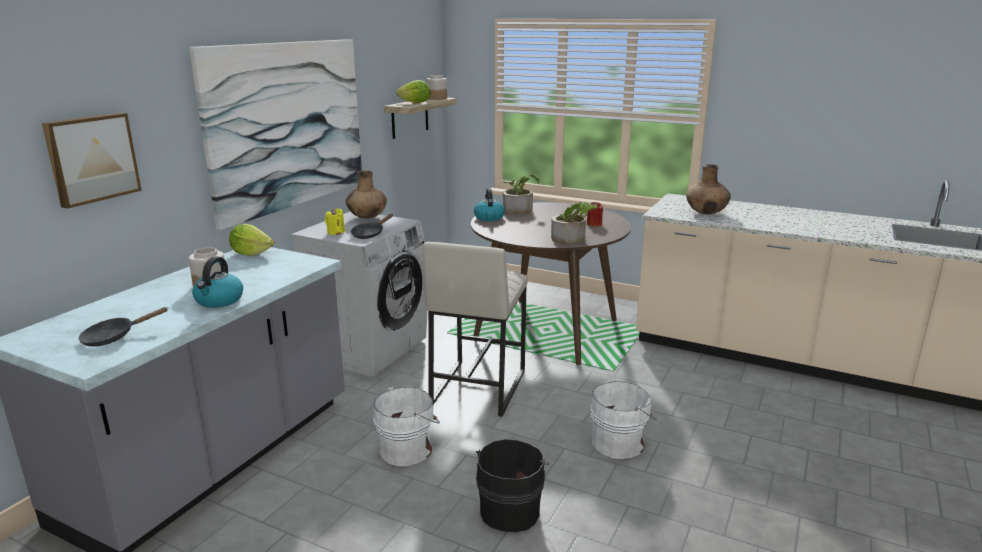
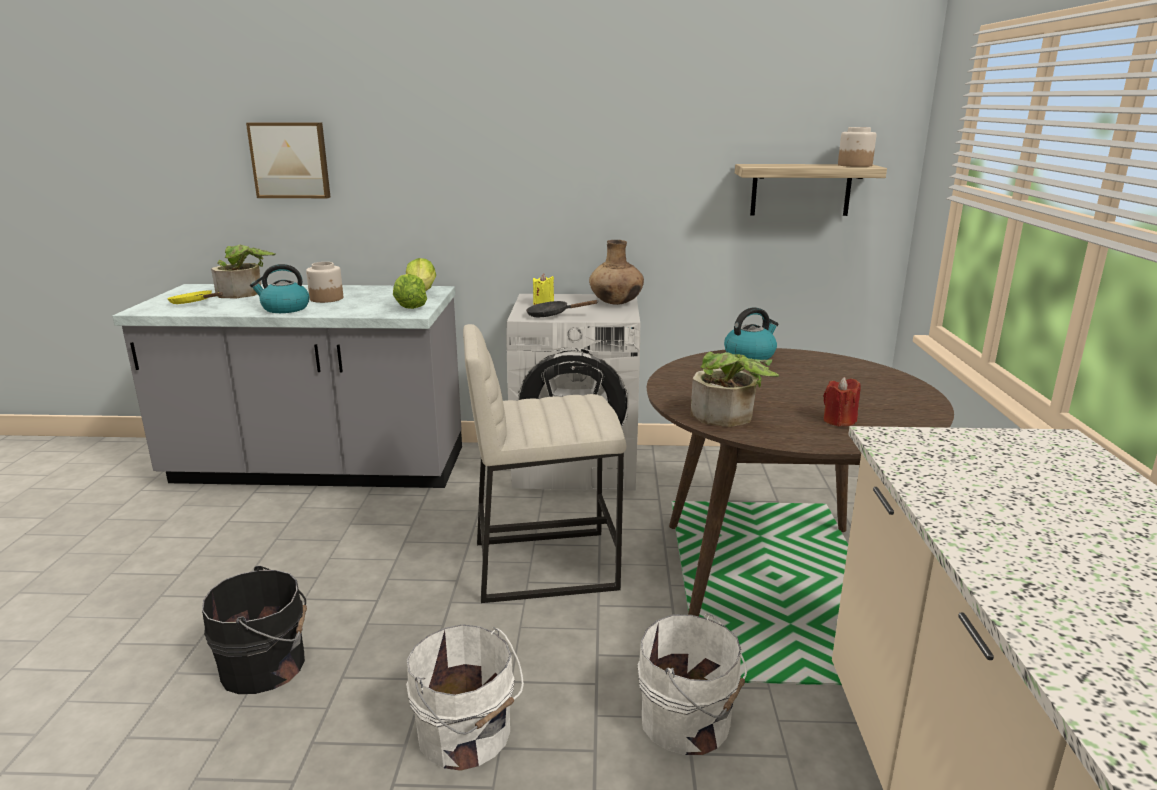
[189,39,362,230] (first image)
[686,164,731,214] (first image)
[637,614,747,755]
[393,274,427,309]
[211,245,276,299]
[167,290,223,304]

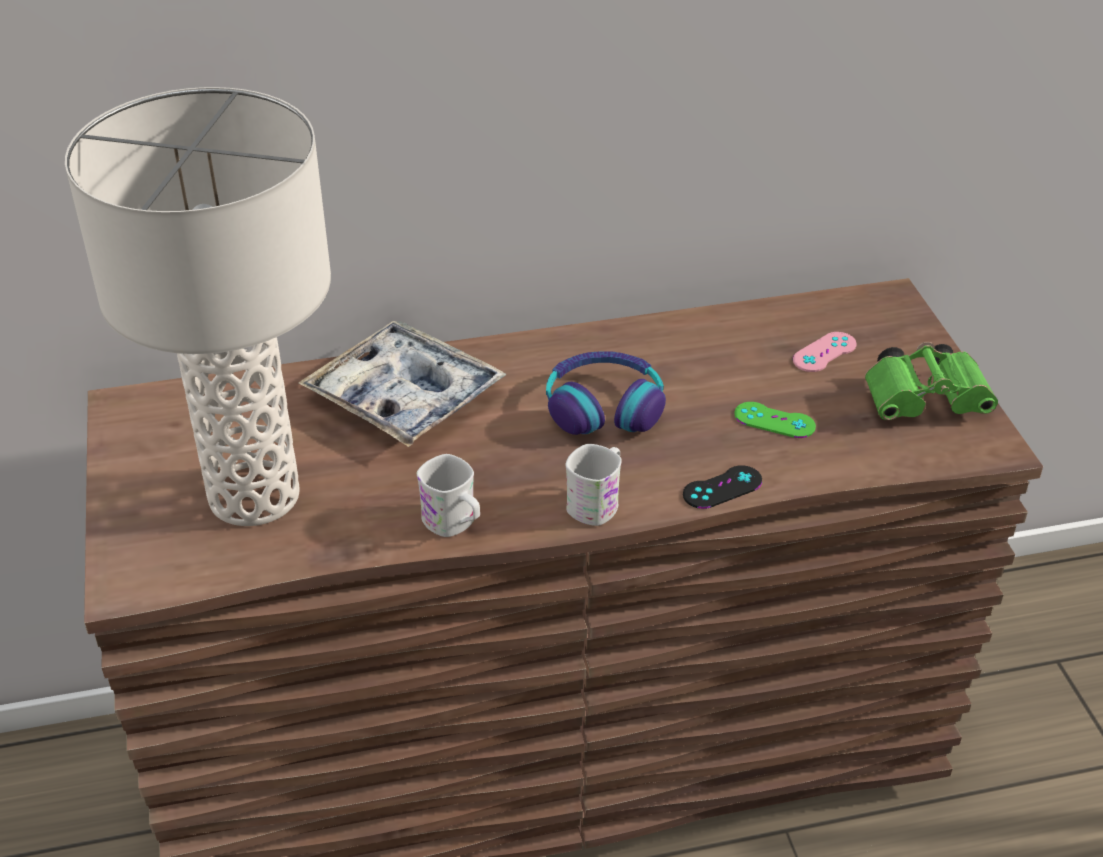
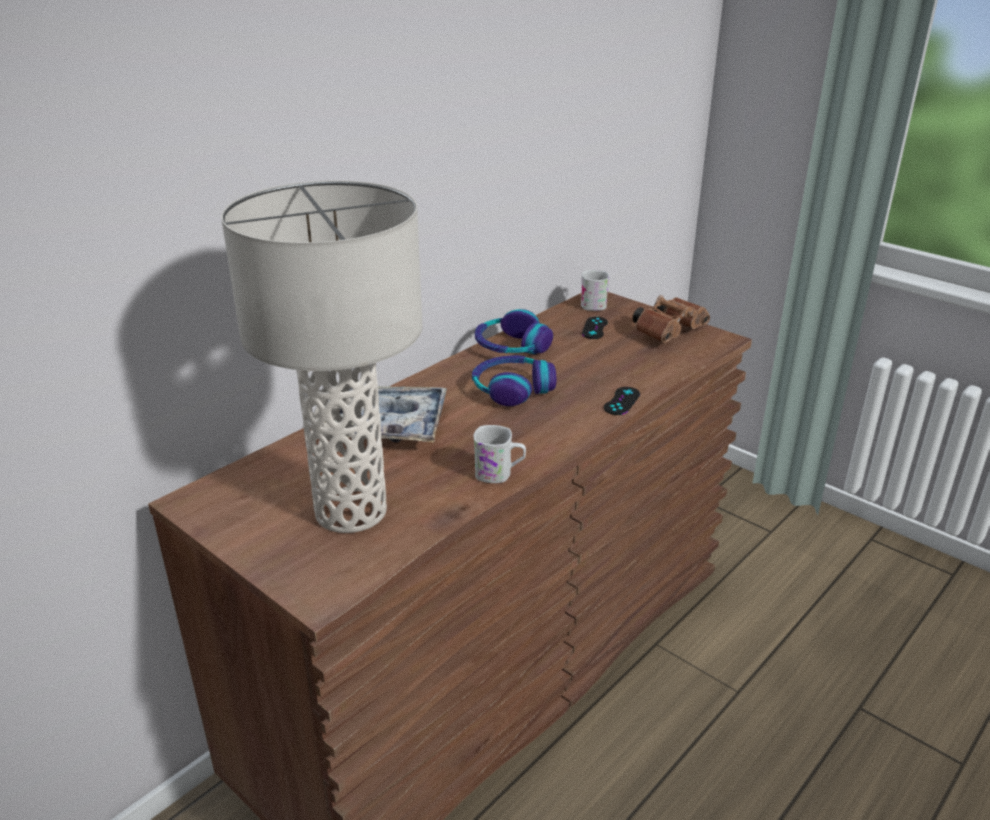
[734,402,816,438] (first image)
[475,309,553,354]
[581,270,609,311]
[582,317,608,339]
[633,295,710,343]

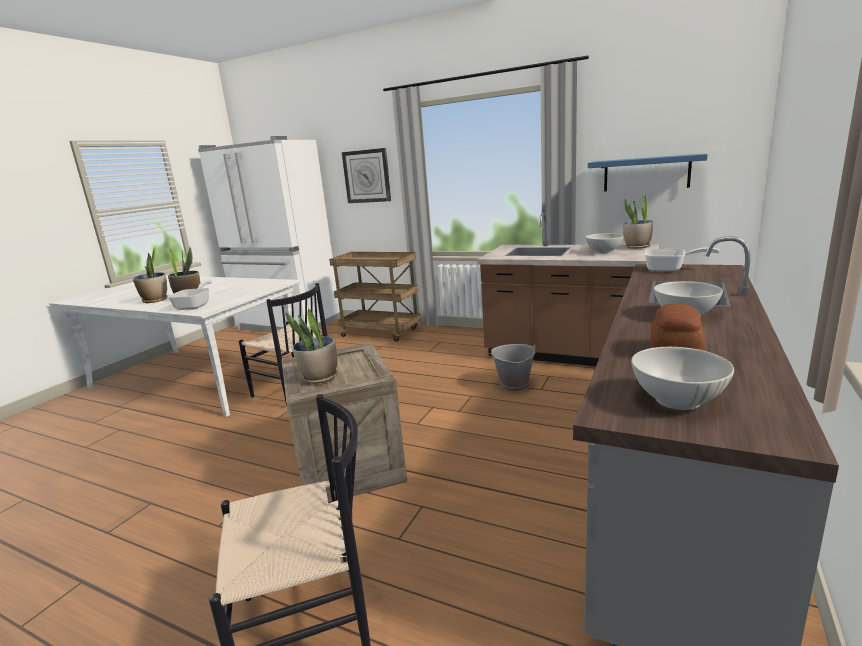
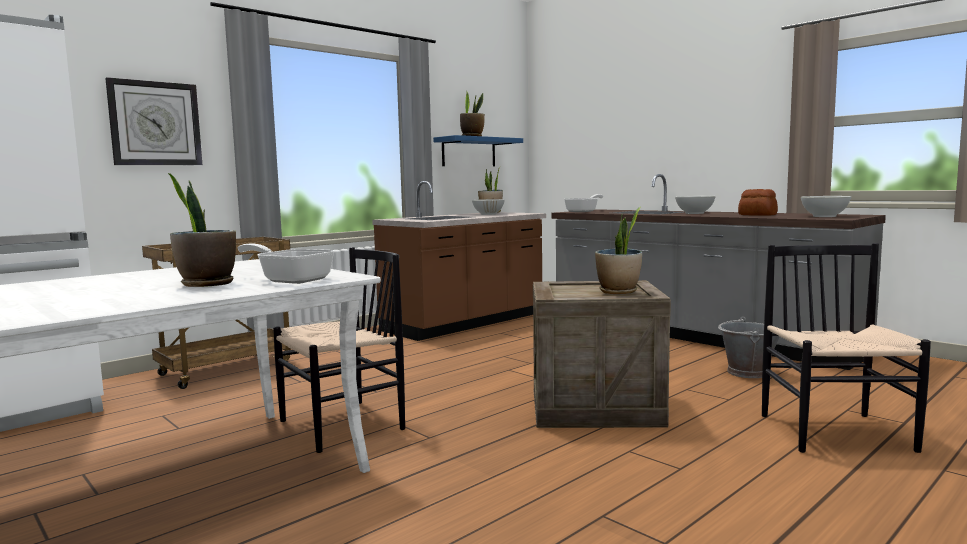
[460,92,485,136]
[718,316,780,378]

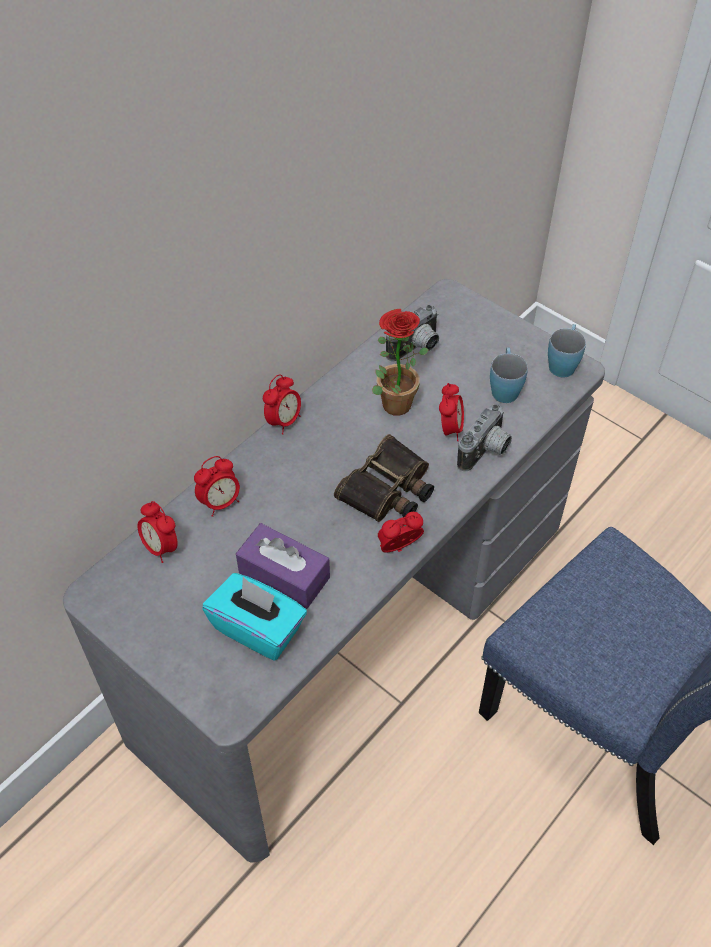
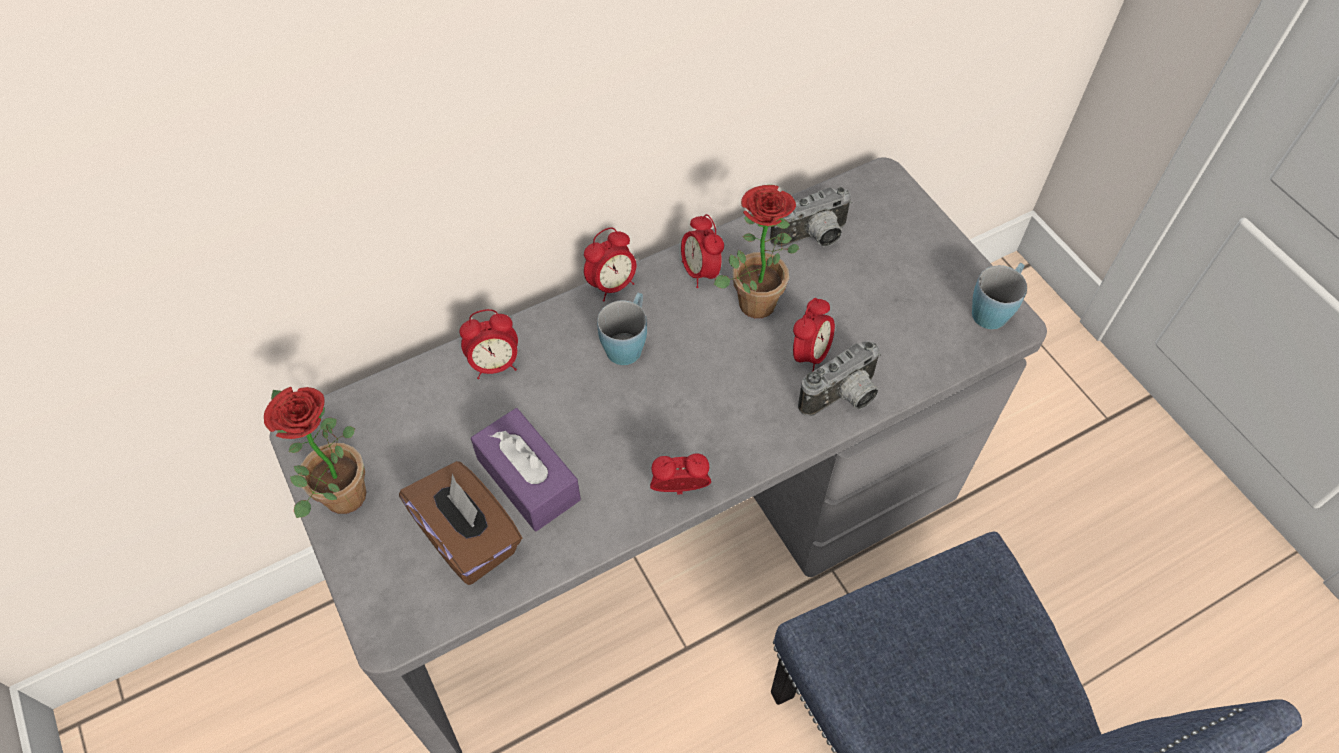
[334,434,434,522] (first image)
[264,387,366,518]
[681,214,724,288]
[597,293,647,365]
[399,461,522,585]

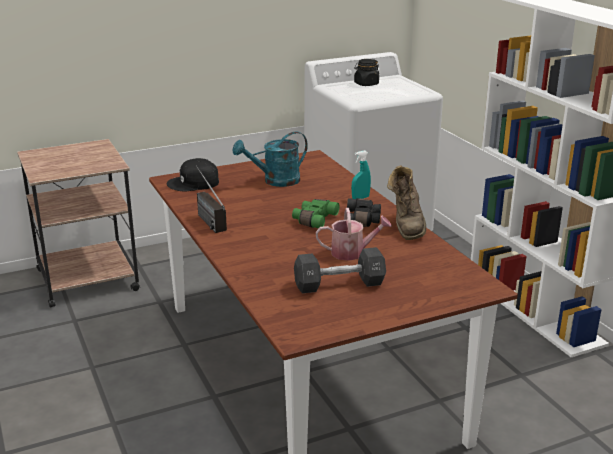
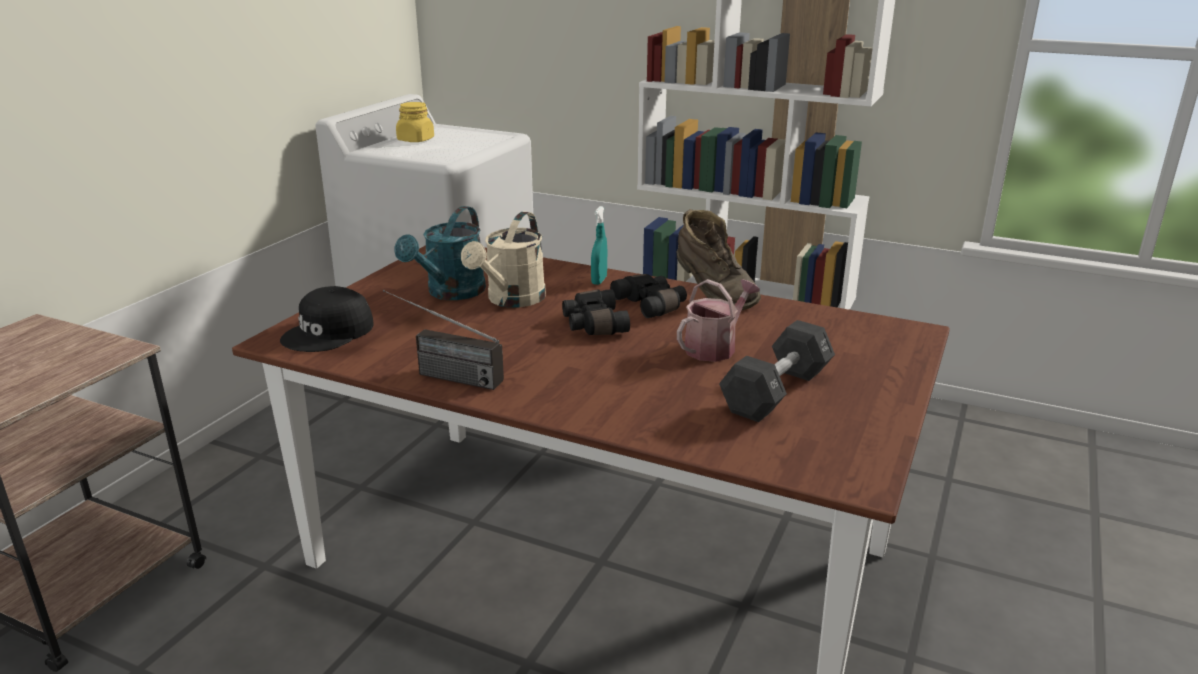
[461,211,546,307]
[562,289,630,335]
[396,102,434,142]

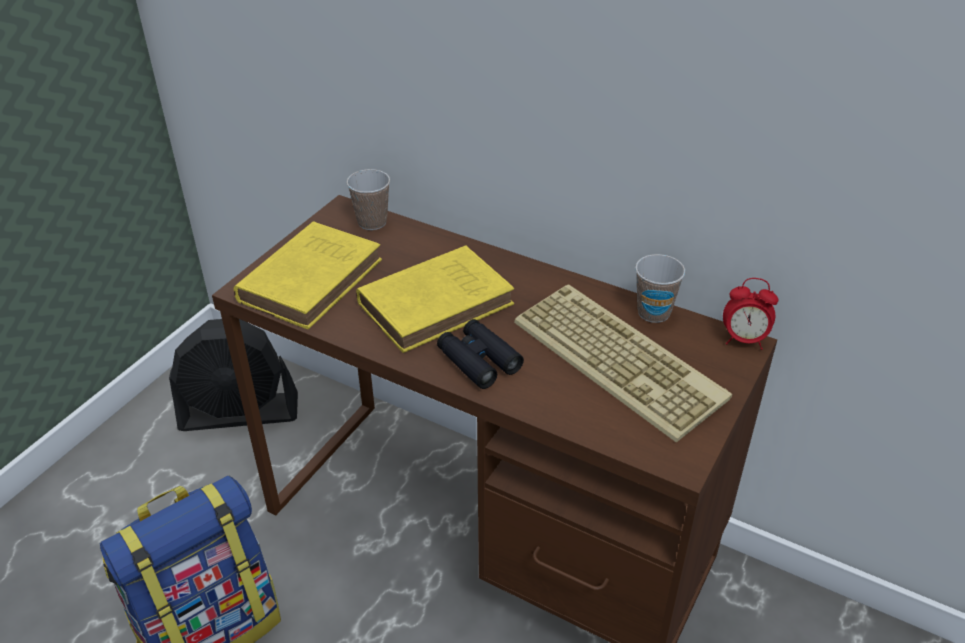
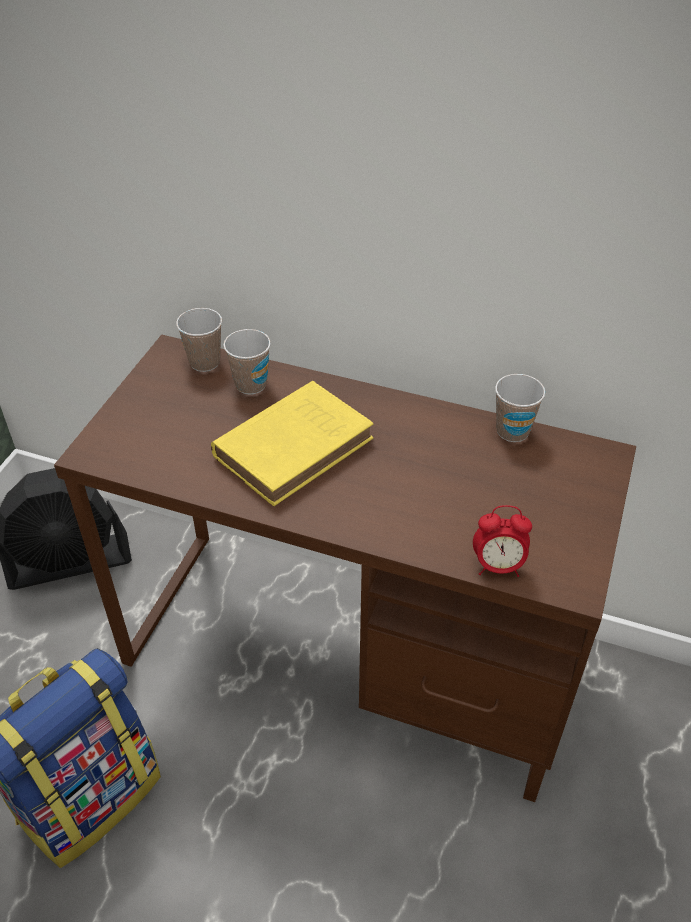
[234,221,382,329] (first image)
[437,319,524,389] (first image)
[514,284,732,442] (first image)
[223,329,271,394]
[473,505,532,577]

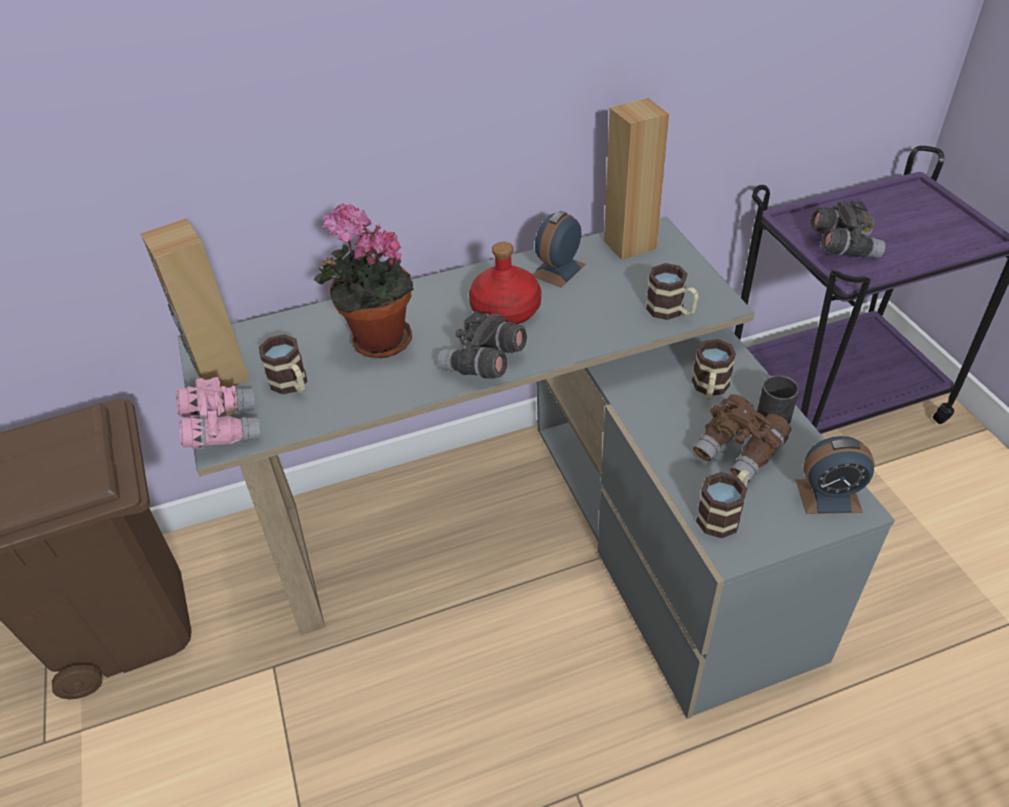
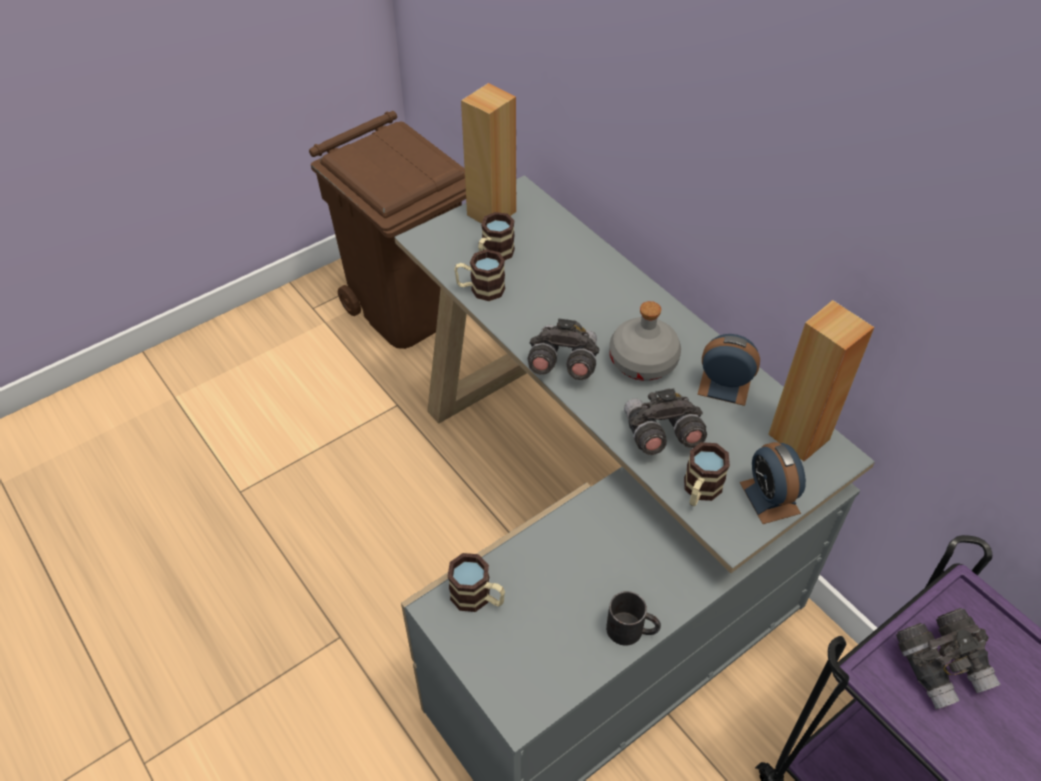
[176,377,260,449] (first image)
[314,204,414,358] (first image)
[693,394,791,483] (first image)
[624,389,707,455]
[454,249,505,301]
[740,442,806,524]
[609,301,681,381]

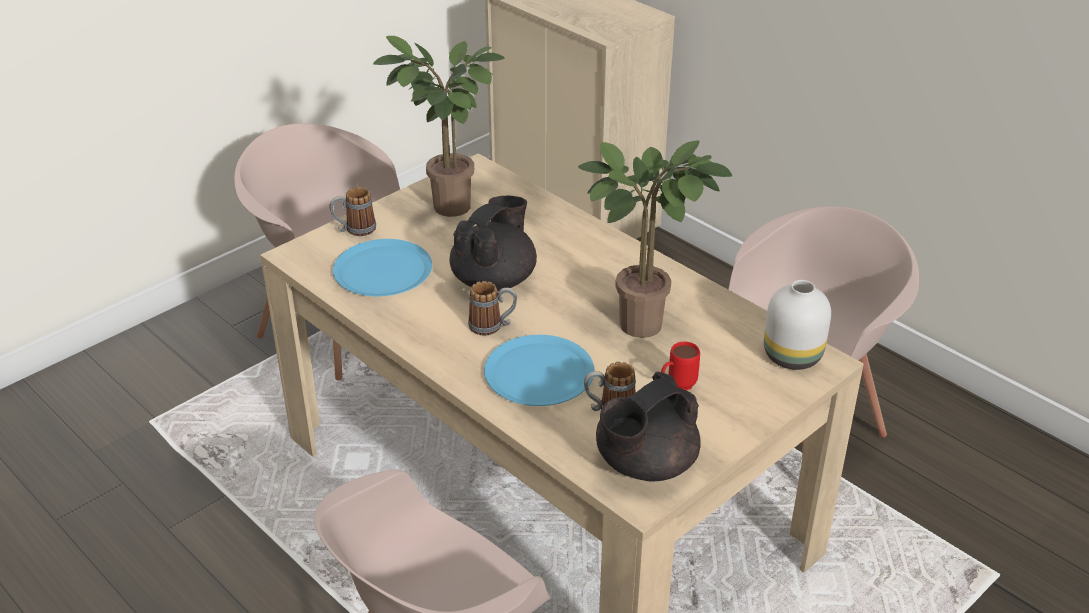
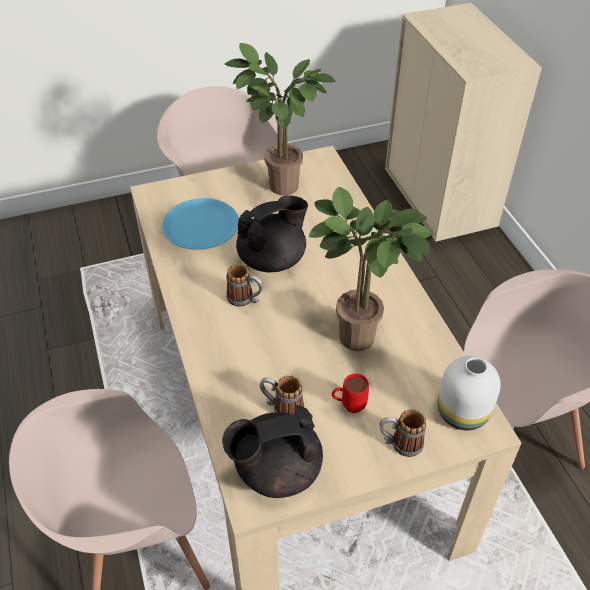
[484,335,594,406] (first image)
[380,409,426,457]

